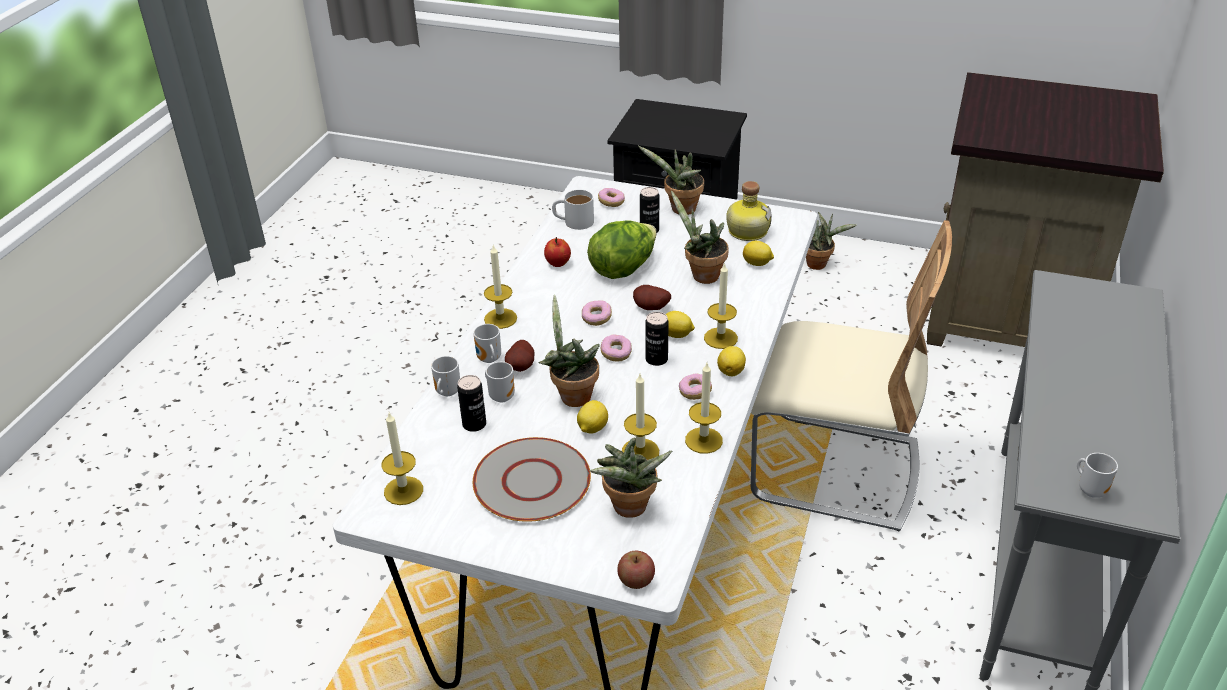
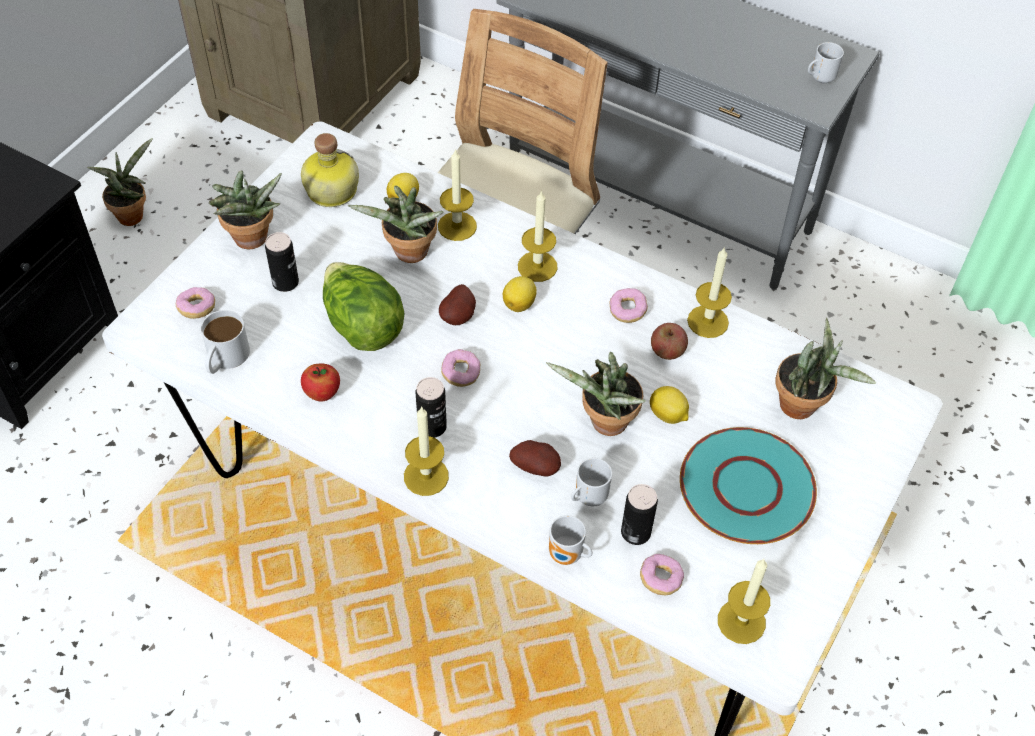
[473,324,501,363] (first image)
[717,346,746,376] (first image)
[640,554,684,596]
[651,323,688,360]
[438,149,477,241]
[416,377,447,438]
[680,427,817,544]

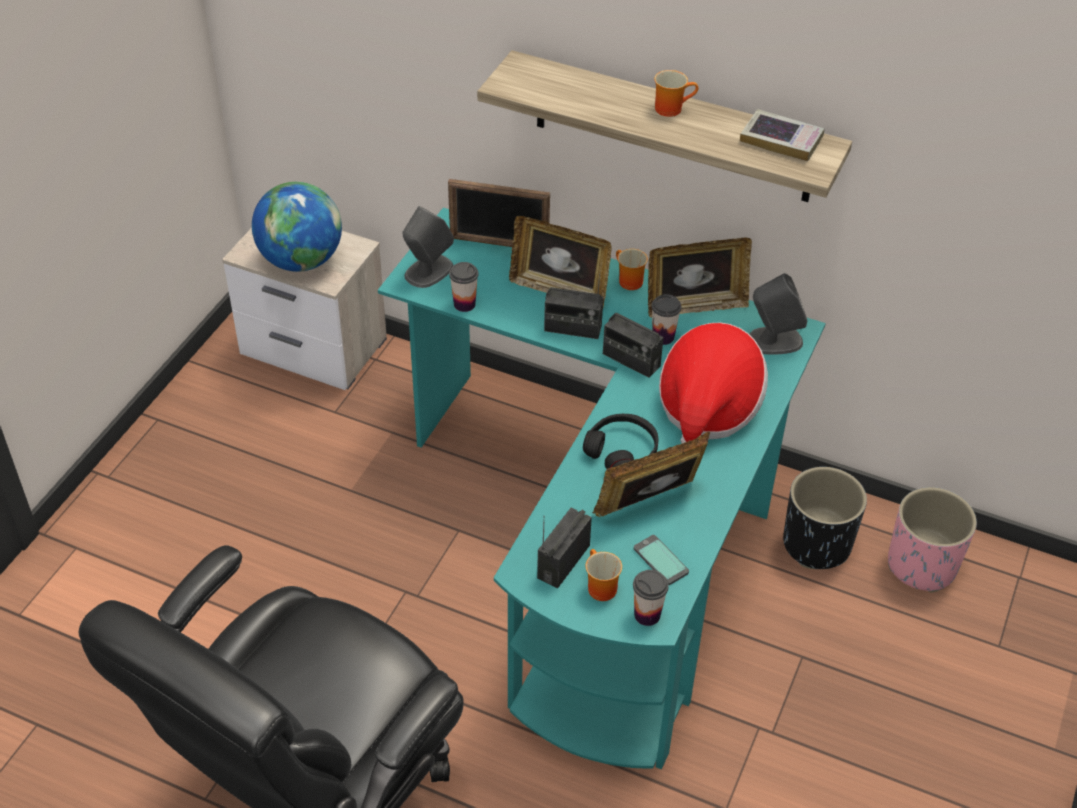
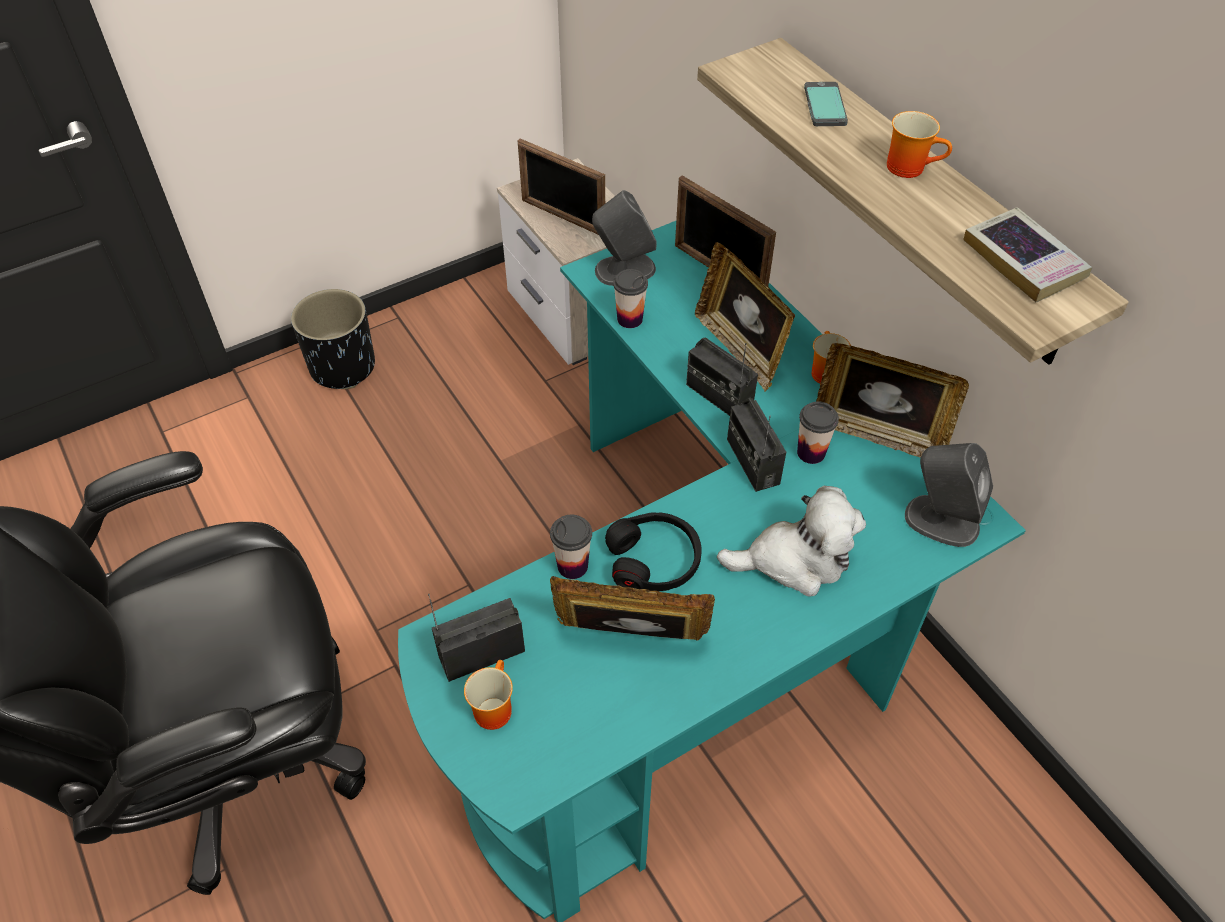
[888,487,977,592] (first image)
[550,515,592,579]
[804,82,848,126]
[291,289,375,389]
[518,139,605,235]
[717,486,866,596]

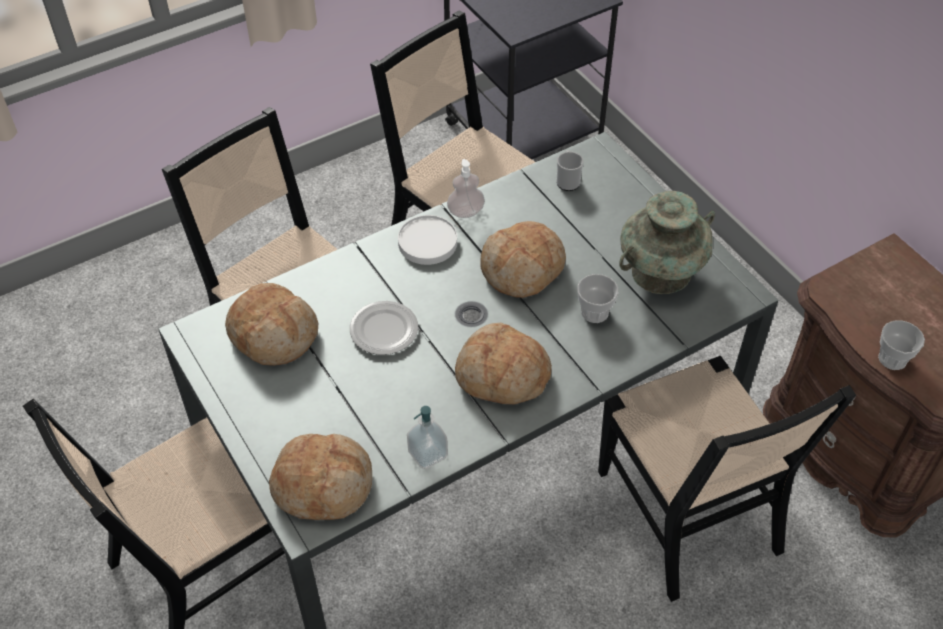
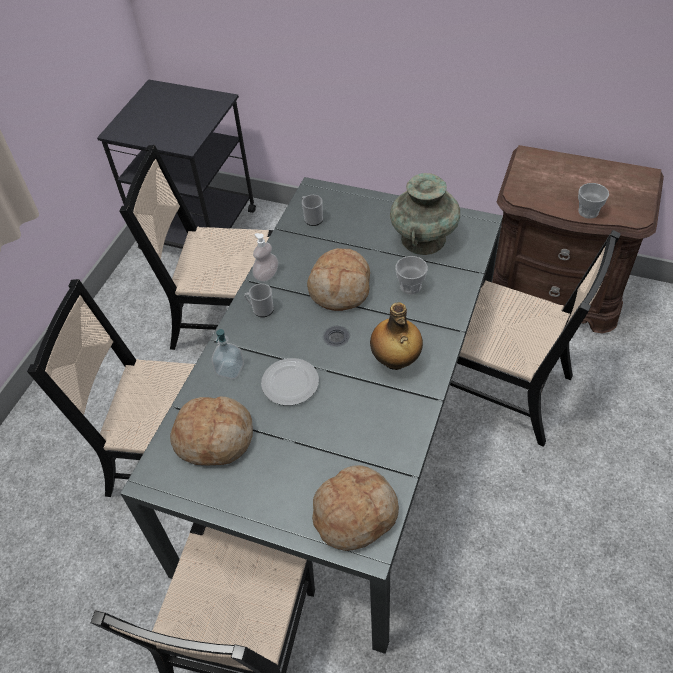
[212,329,244,379]
[244,283,274,317]
[370,302,423,370]

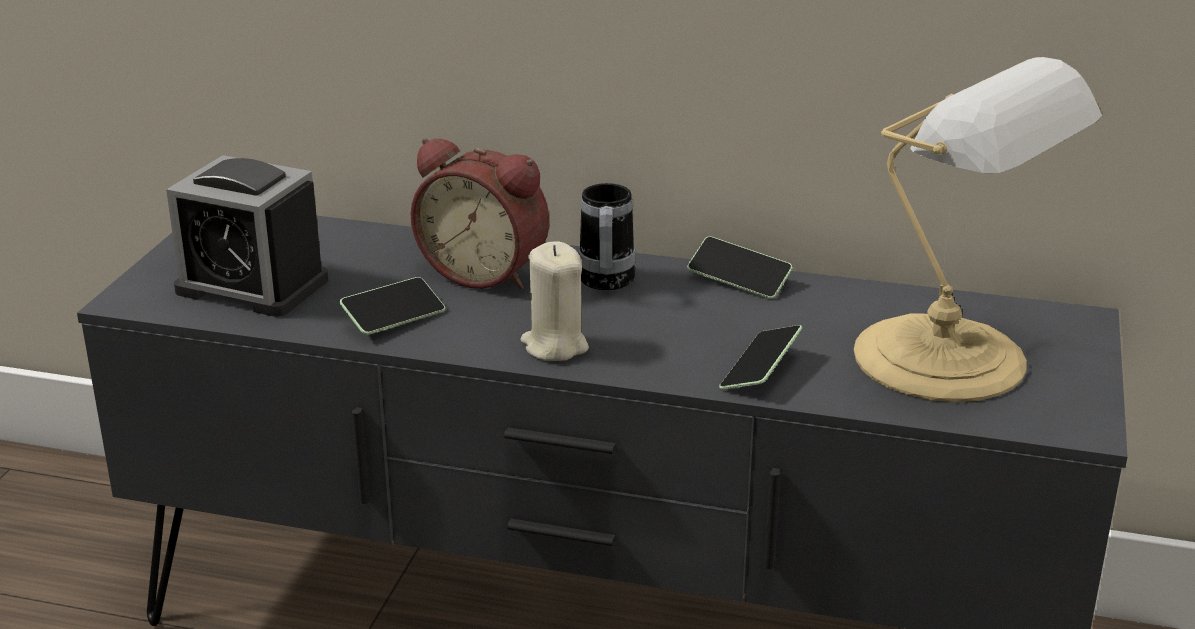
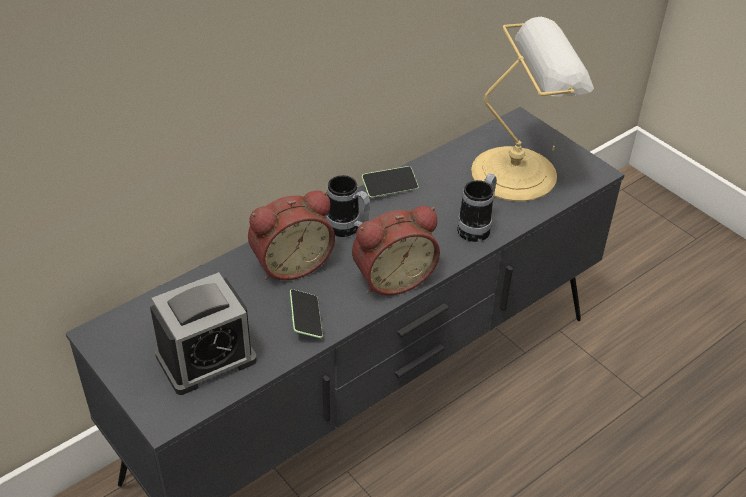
[352,206,440,295]
[457,174,497,242]

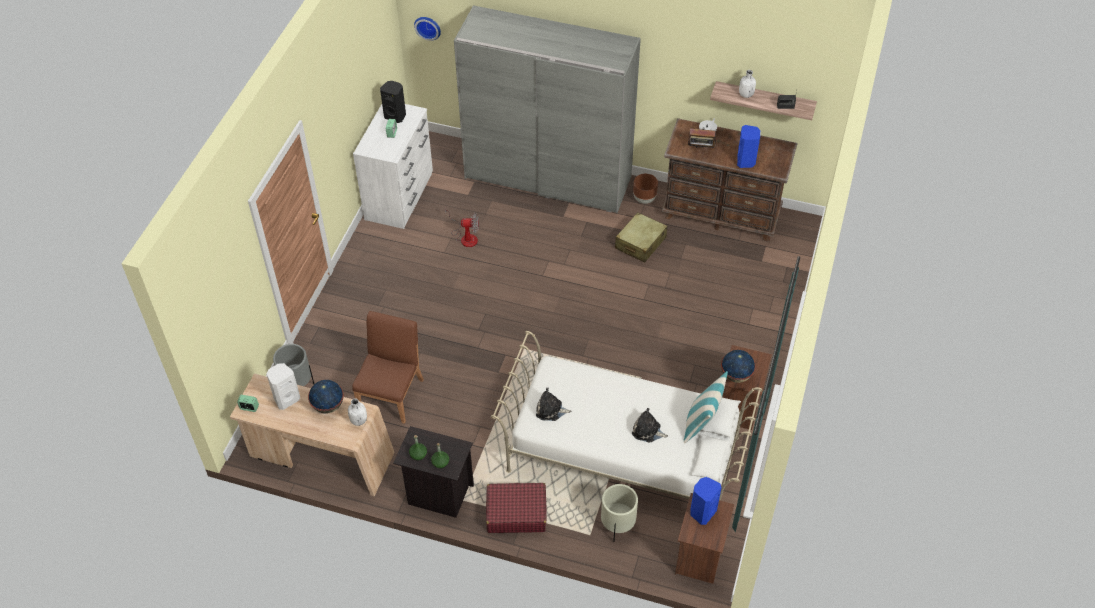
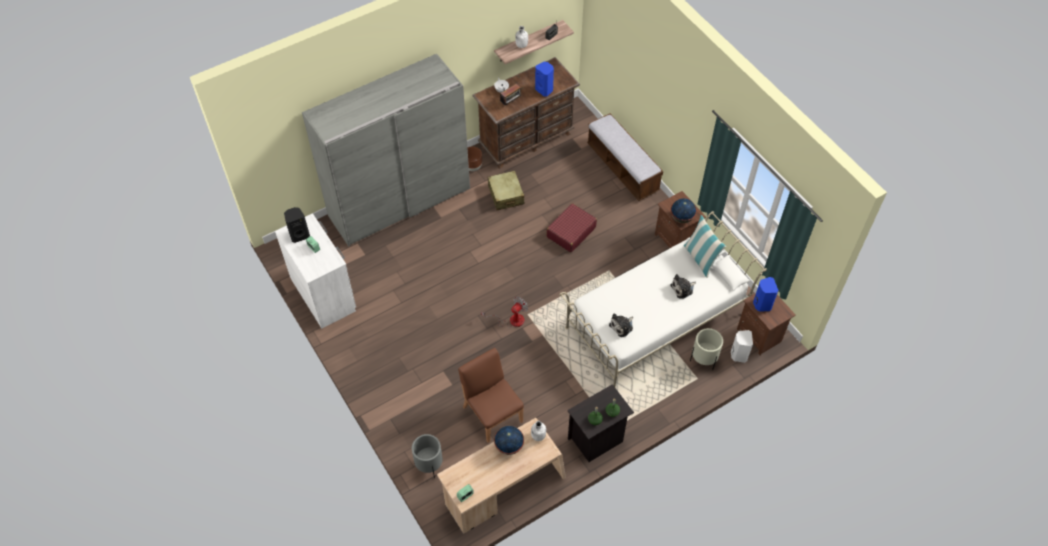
[414,17,441,41] (first image)
[587,113,663,201]
[731,330,753,363]
[481,297,528,328]
[546,203,597,253]

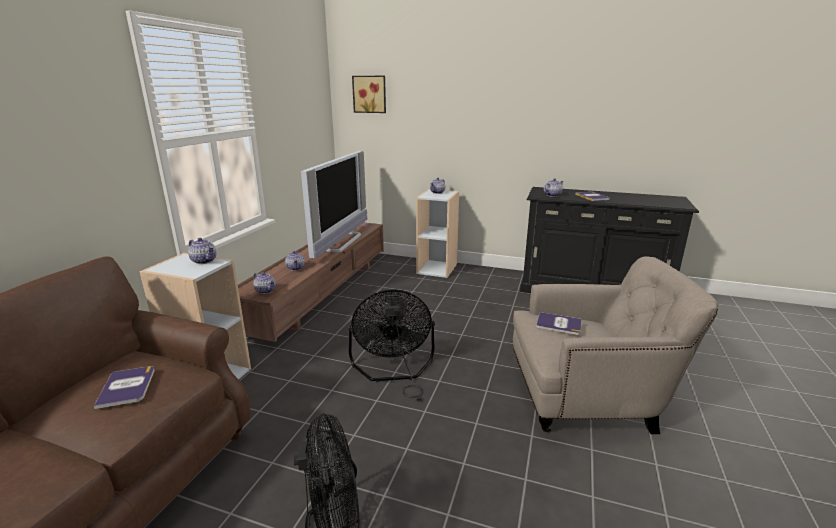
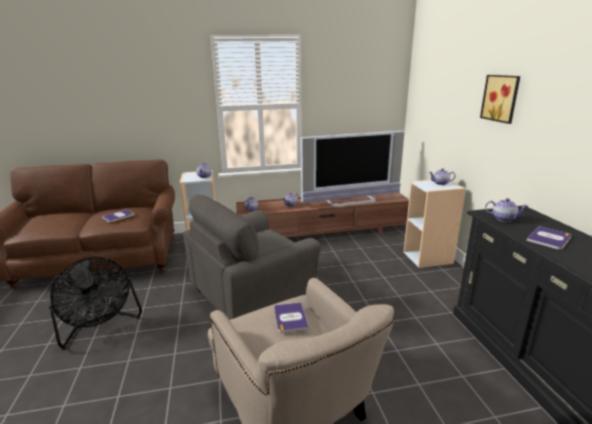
[480,75,520,124]
[183,194,320,320]

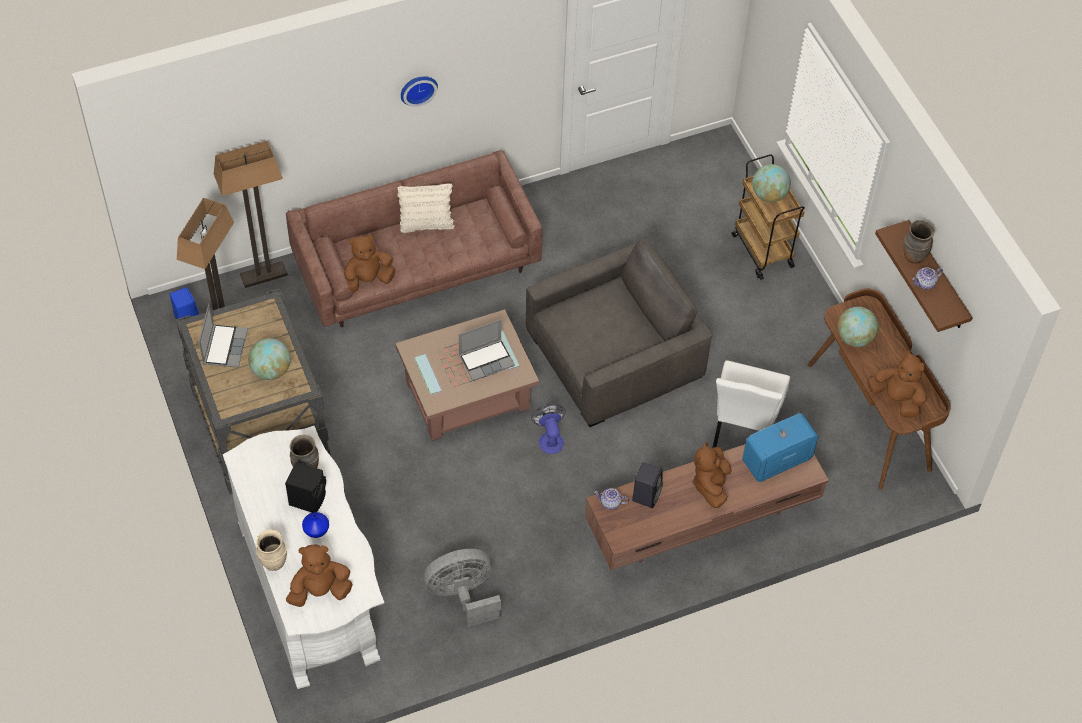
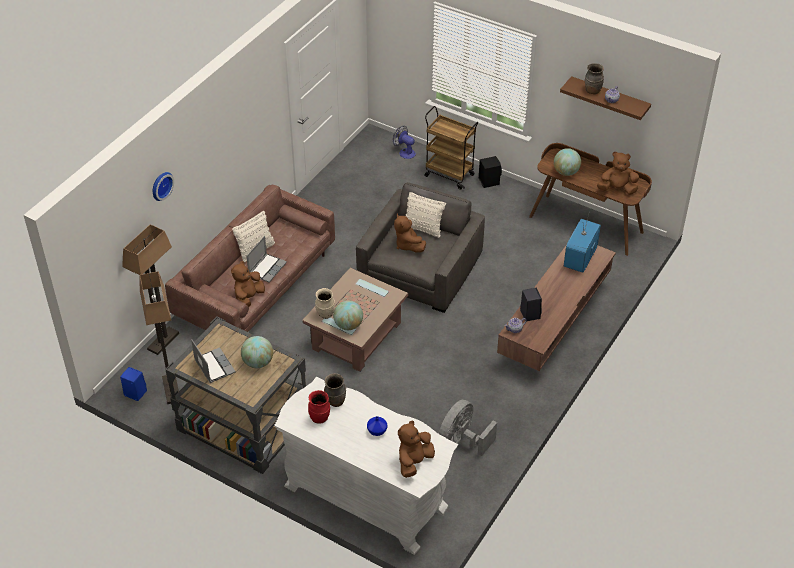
[713,360,790,448] (first image)
[308,390,330,424]
[406,192,446,237]
[315,288,335,319]
[479,156,502,188]
[153,172,174,201]
[246,236,287,283]
[393,126,416,159]
[394,214,426,252]
[333,300,363,330]

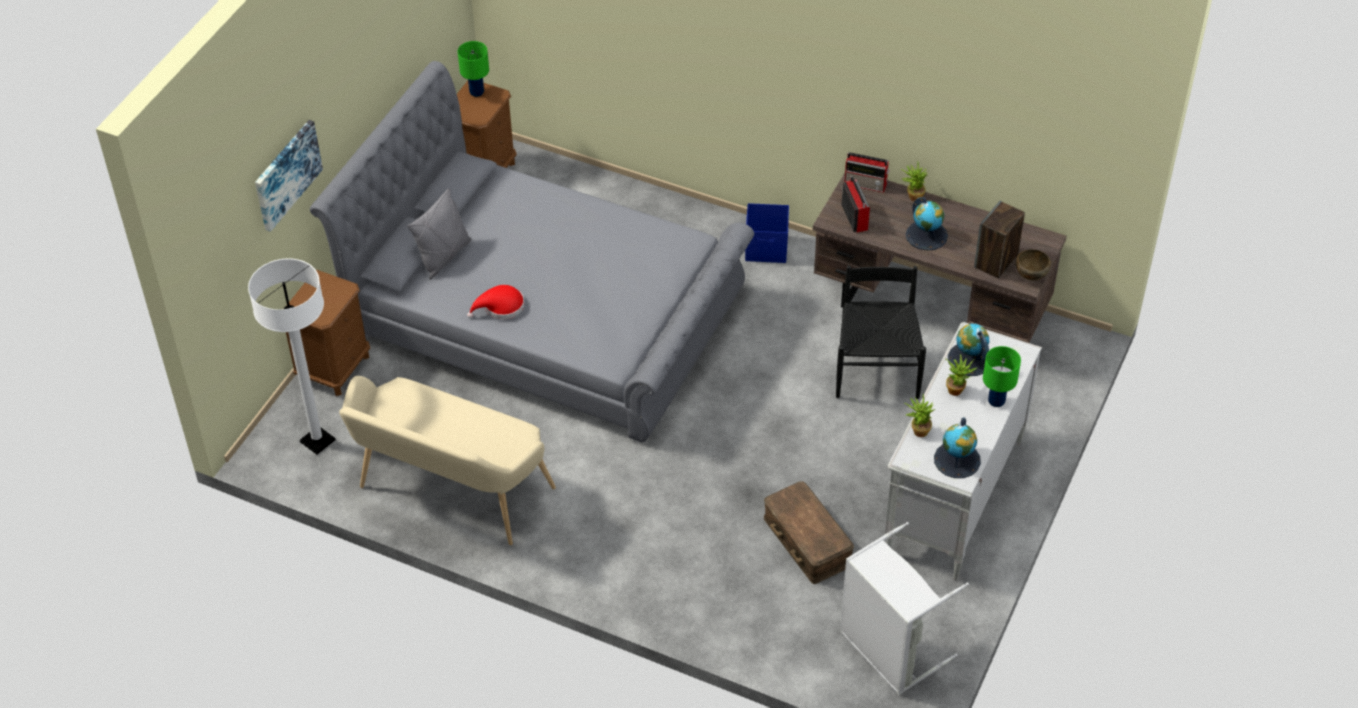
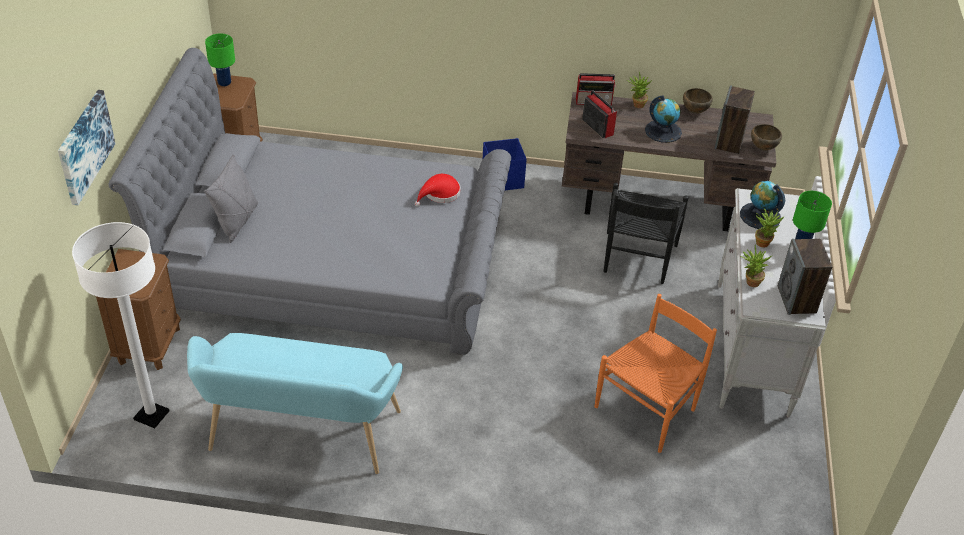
[840,522,969,695] (first image)
[683,88,713,114]
[415,174,460,207]
[595,294,717,453]
[778,239,832,315]
[187,333,403,474]
[604,183,688,284]

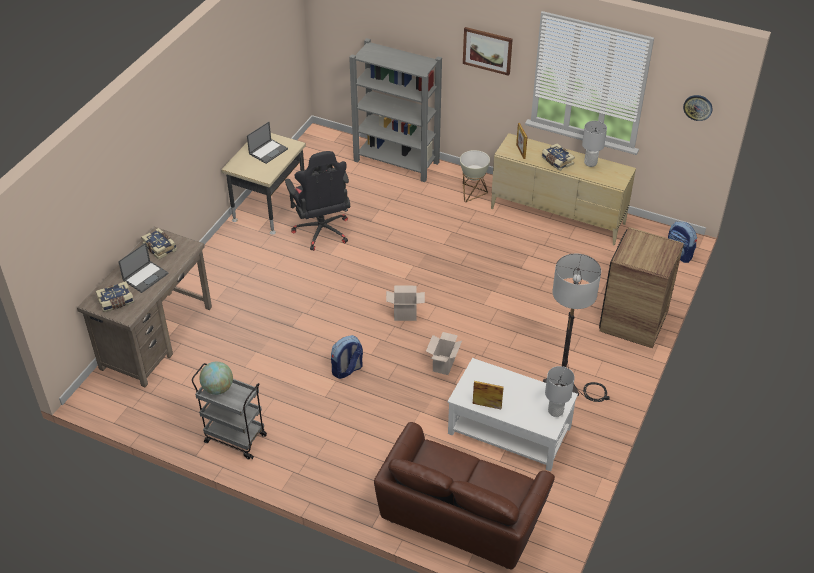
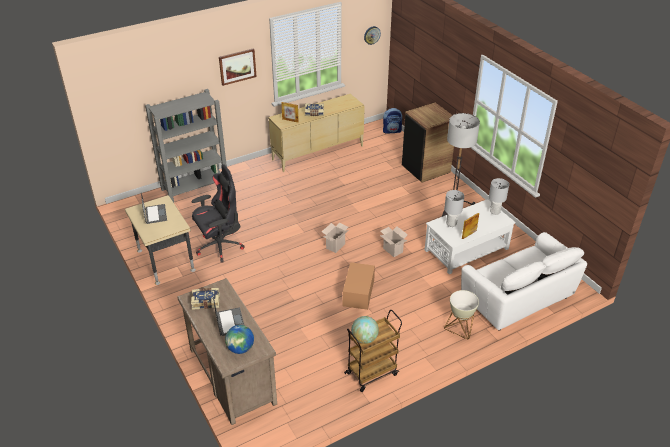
[444,290,479,340]
[444,190,464,227]
[225,325,254,354]
[343,262,375,310]
[344,310,402,392]
[461,232,587,331]
[192,164,245,263]

